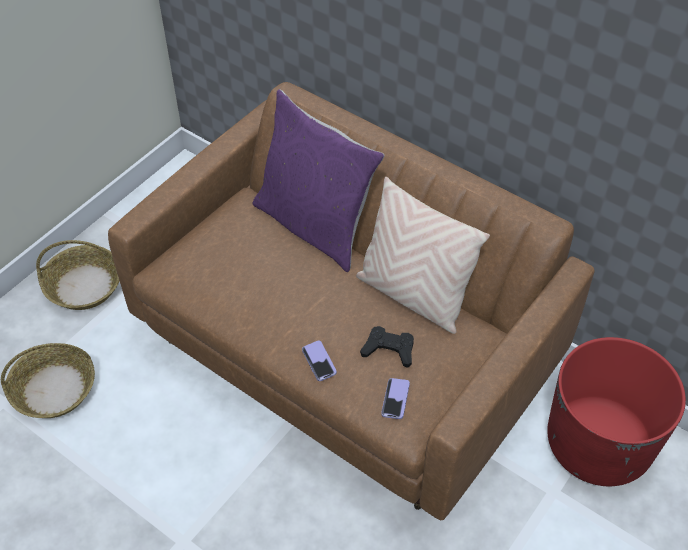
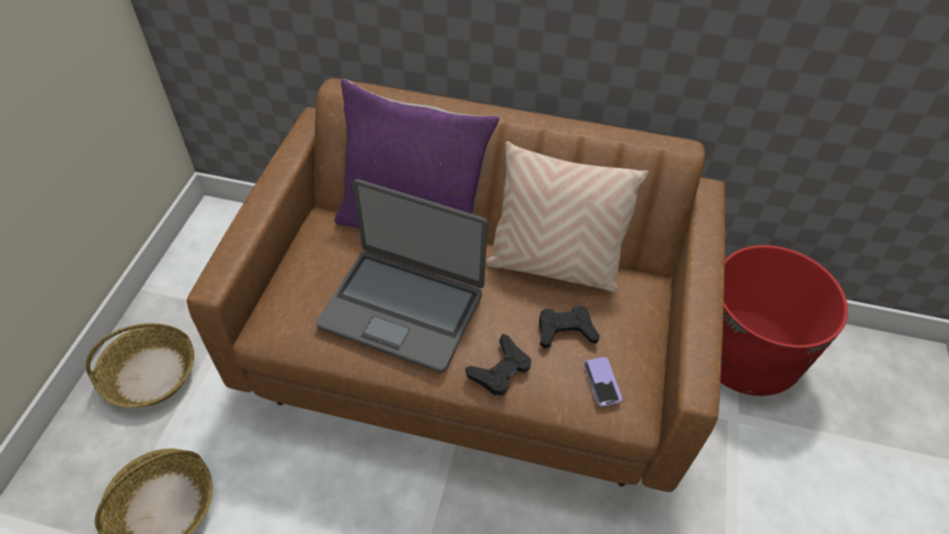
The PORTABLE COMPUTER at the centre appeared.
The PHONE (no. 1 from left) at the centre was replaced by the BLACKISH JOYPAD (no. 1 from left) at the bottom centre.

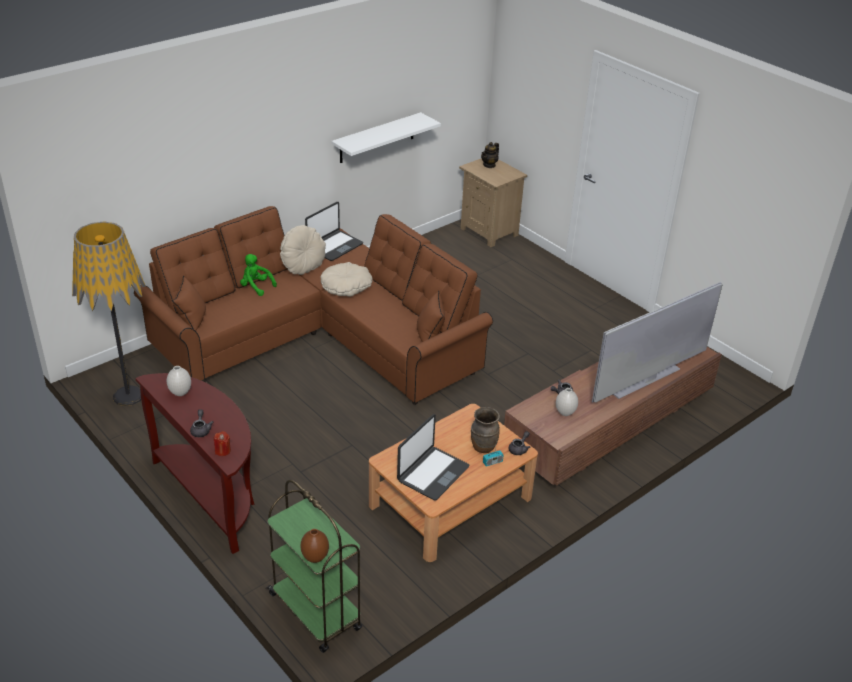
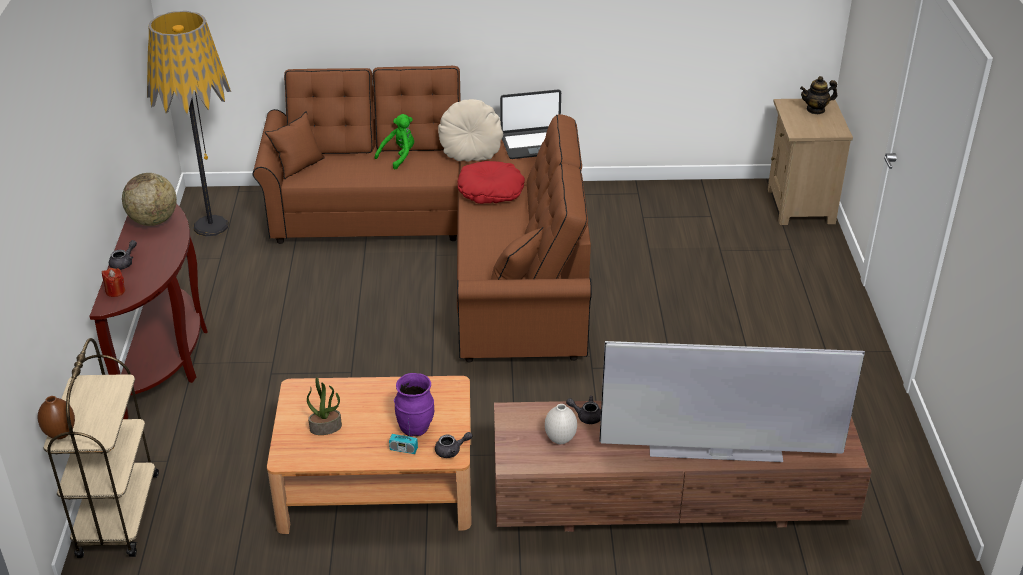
The WHITE-COLOURED WALL SHELF at the top centre disappeared.
The WHITE-COLOURED VASE (no. 1 from left) at the middle left was replaced by the GLOBE at the middle left.
The PORTABLE COMPUTER (no. 2 from left) at the bottom centre was replaced by the HOUSEPLANT at the bottom left.
The GREEN WHEELED CART at the bottom centre became the SAND-COLOURED WHEELED CART at the bottom left.
The SAND-COLOURED CUSHION (no. 2 from left) at the centre became the RED CUSHION at the top centre.
The BROWN VASE (no. 2 from left) at the centre became the PURPLE-COLOURED VASE at the bottom centre.
The GREEN PLUSH TOY at the middle left turned 60 degrees clockwise.

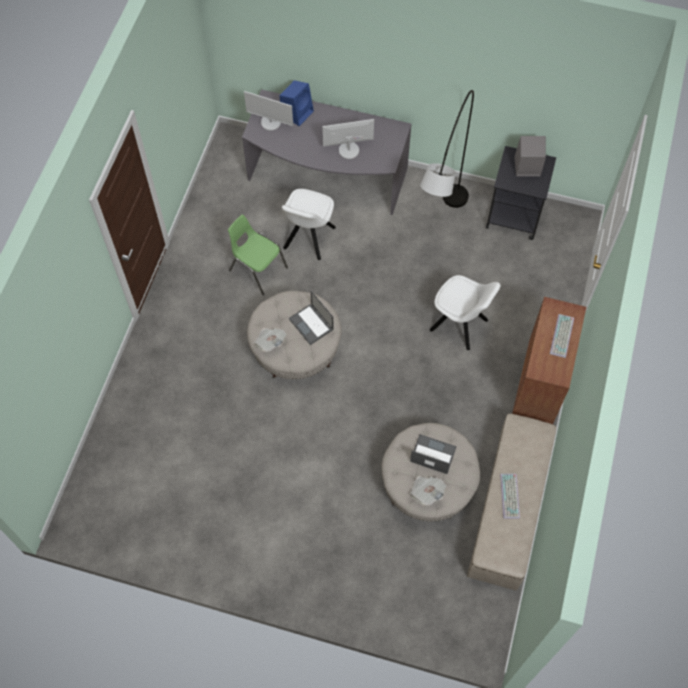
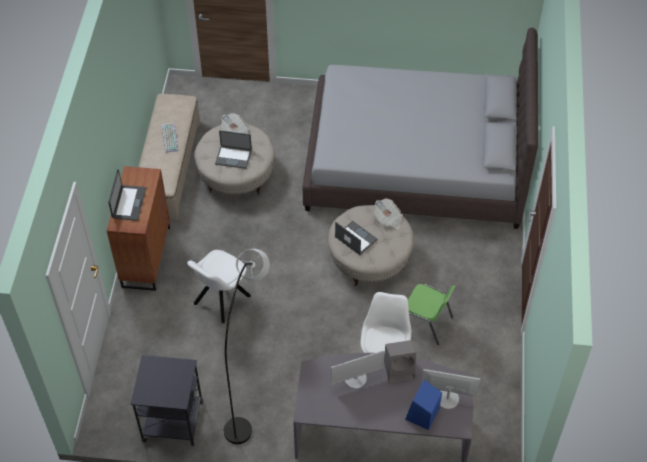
The GREY SLEEPING BED at the top centre appeared.
The GREY SPEAKER moved from the top right to the bottom centre.
The KEYBOARD (no. 2 from left) at the middle right was replaced by the PORTABLE COMPUTER (no. 1 from left) at the middle left.
The WHITE-COLOURED UPRIGHT CHAIR (no. 2 from left in the first image) at the middle right turned 75 degrees counterclockwise.

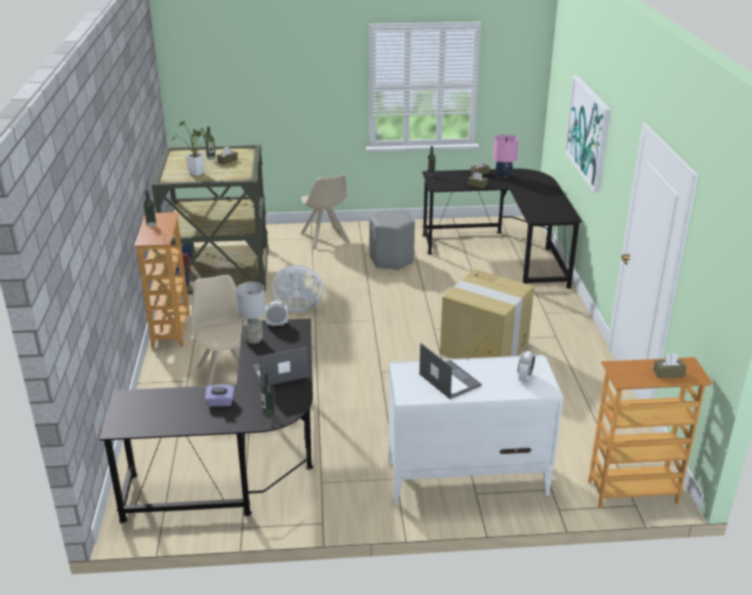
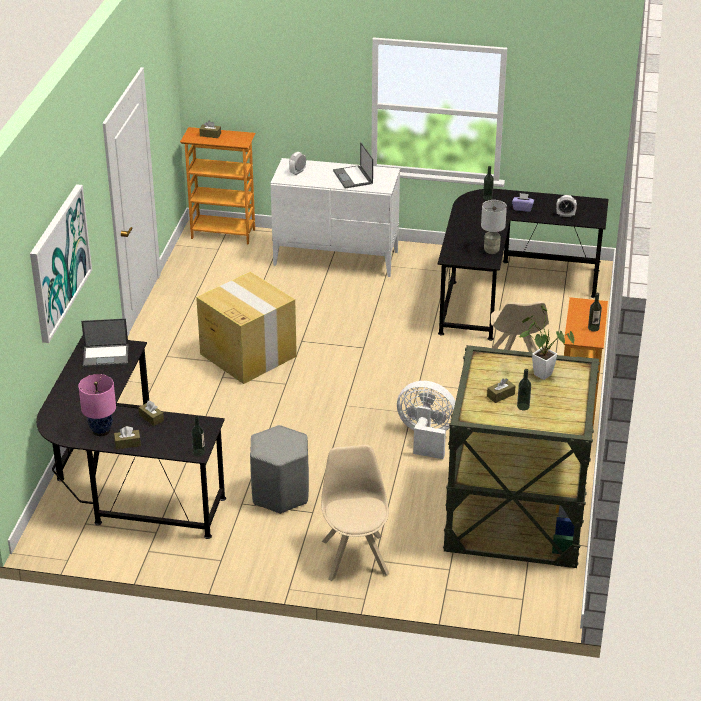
The PORTABLE COMPUTER (no. 1 from left) moved from the centre to the middle left.
The ALARM CLOCK (no. 1 from left in the first image) moved from the centre to the top right.

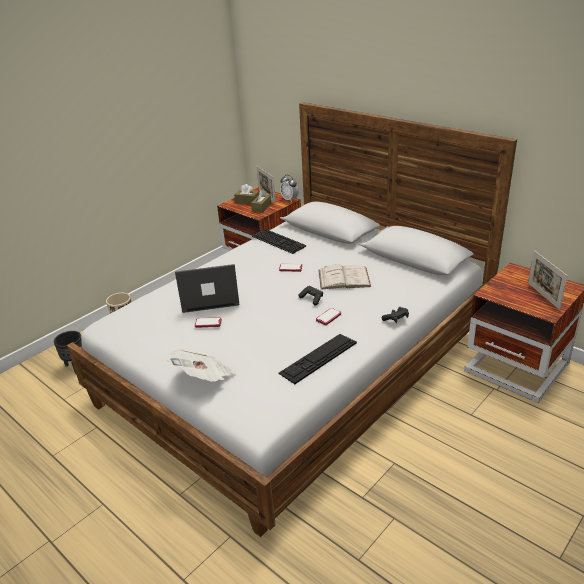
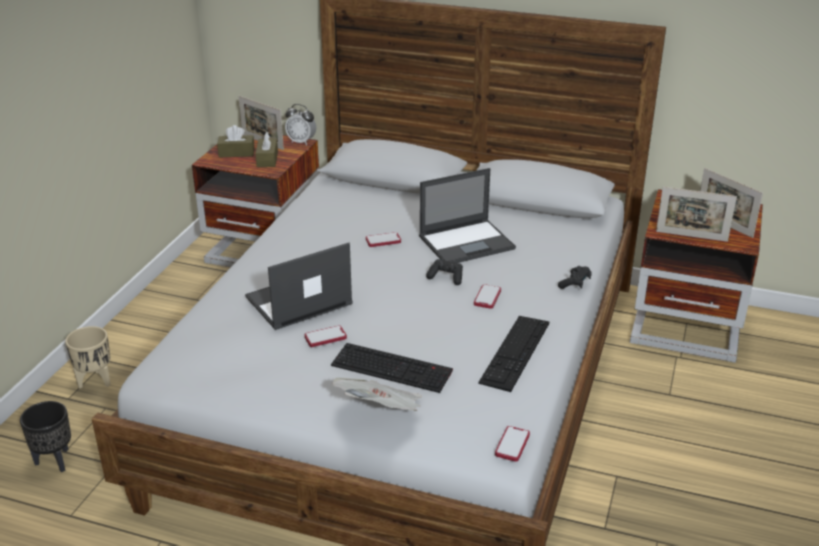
The PHONE (no. 4 from left) at the bottom centre appeared.
The PICTURE FRAME (no. 2 from left) at the middle right appeared.
The KEYBOARD (no. 1 from left) moved from the centre to the bottom centre.
The WHITE-COLOURED VOLUME at the centre was replaced by the PORTABLE COMPUTER (no. 2 from left) at the centre.

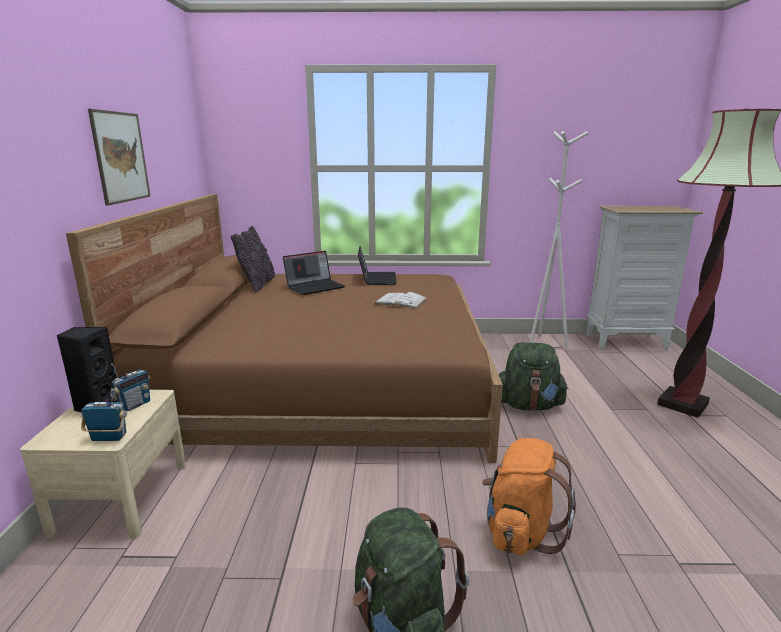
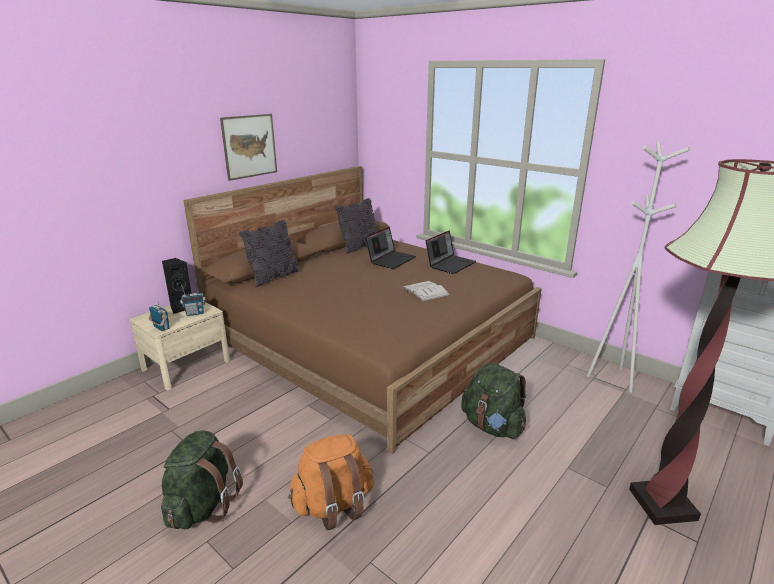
The BLACKISH CUSHION (no. 1 from left) at the centre appeared.
The PORTABLE COMPUTER (no. 1 from left) at the centre turned 60 degrees counterclockwise.

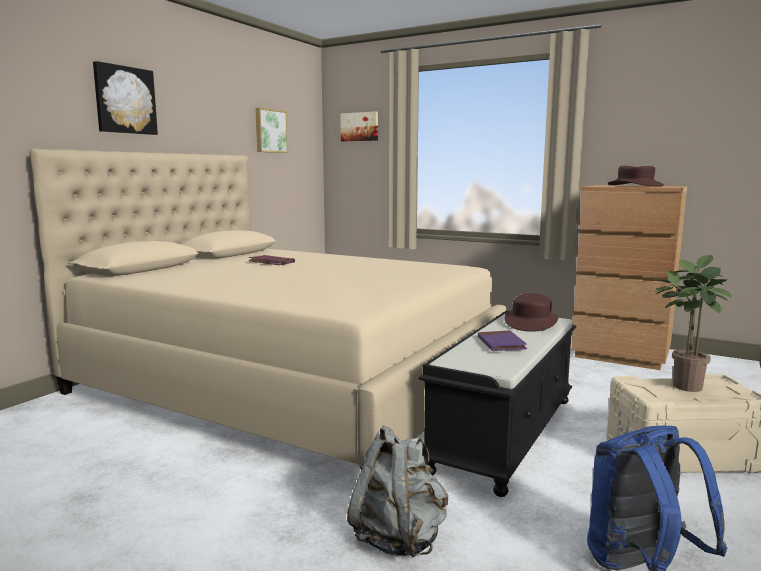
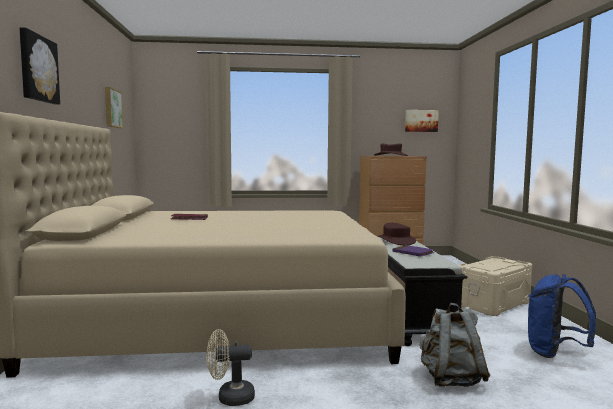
The HOUSEPLANT at the middle right disappeared.
The SAND-COLOURED FAN at the bottom centre appeared.
The PICTURE (no. 3 from left) moved from the top centre to the top right.

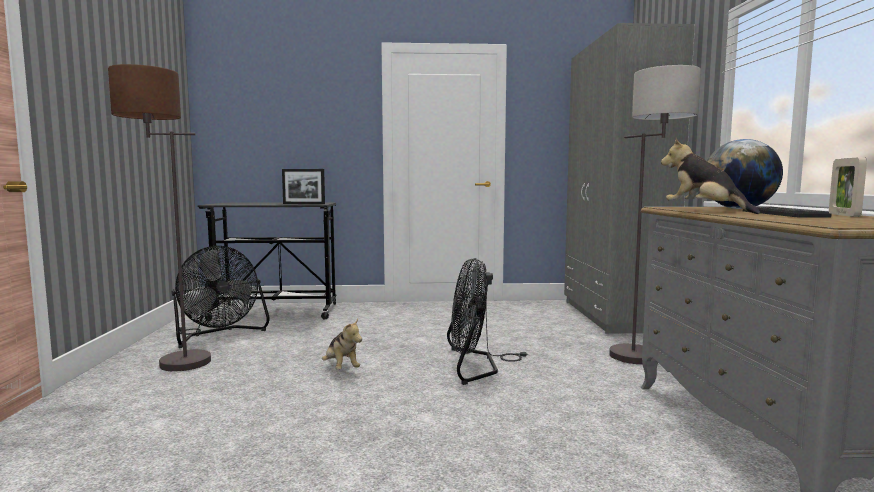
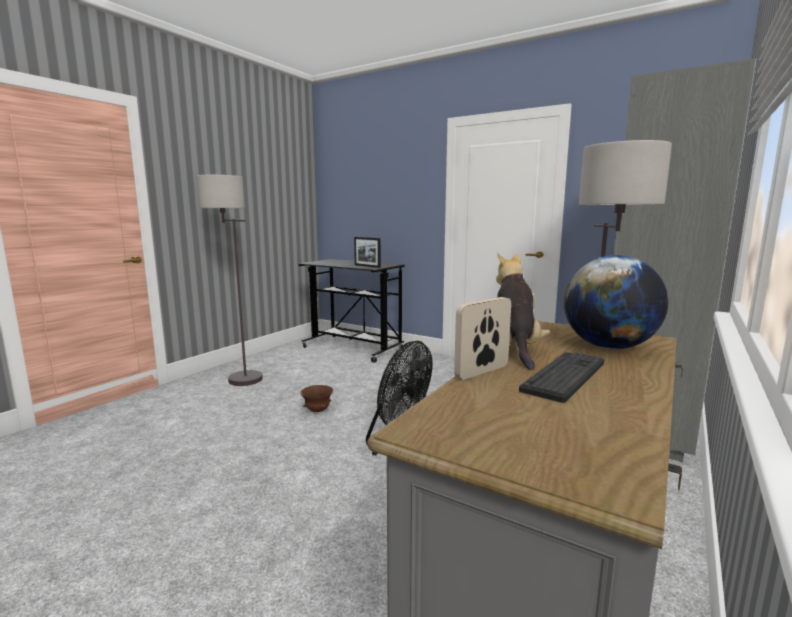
The BLACKISH FAN (no. 1 from left) at the middle left disappeared.
The PICTURE FRAME (no. 2 from left) moved from the middle right to the centre.
The PLUSH TOY (no. 1 from left) at the bottom centre was replaced by the BROWN BOWL at the centre.
The BROWN FLOOR LAMP at the middle left became the GREY FLOOR LAMP (no. 1 from left) at the middle left.

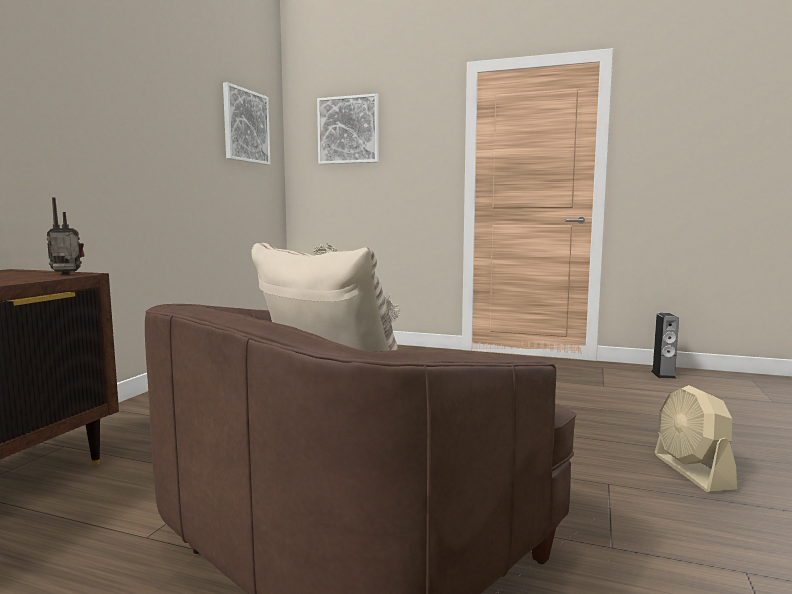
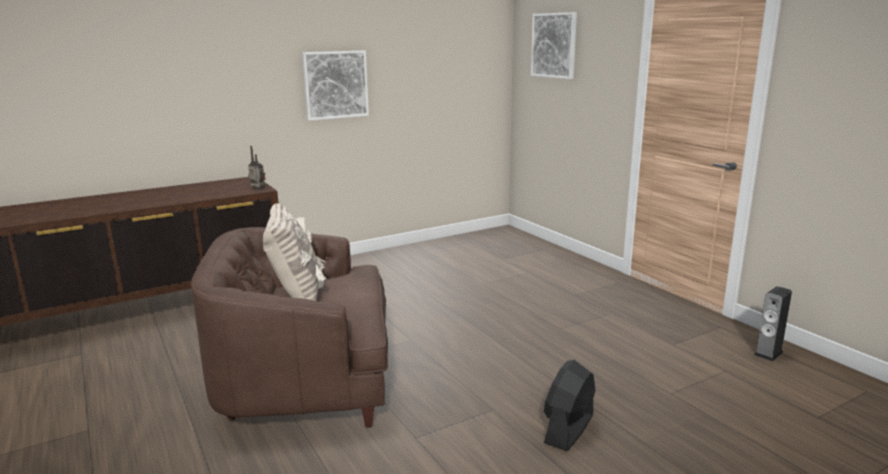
The PICTURE (no. 1 from left) moved from the top left to the top centre.
The SAND-COLOURED FAN at the bottom right became the BLACKISH FAN at the bottom centre.

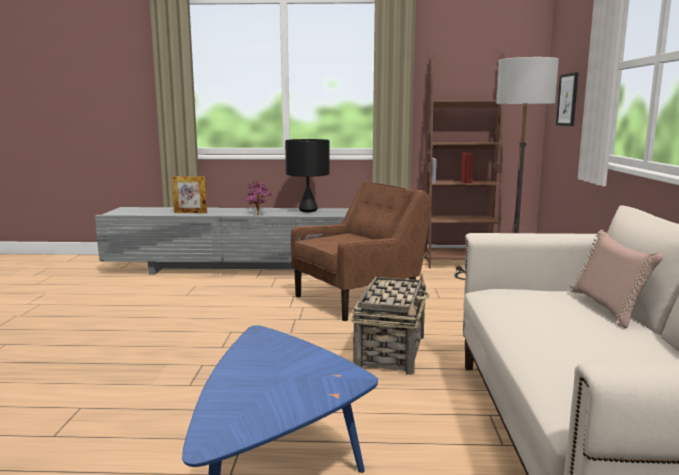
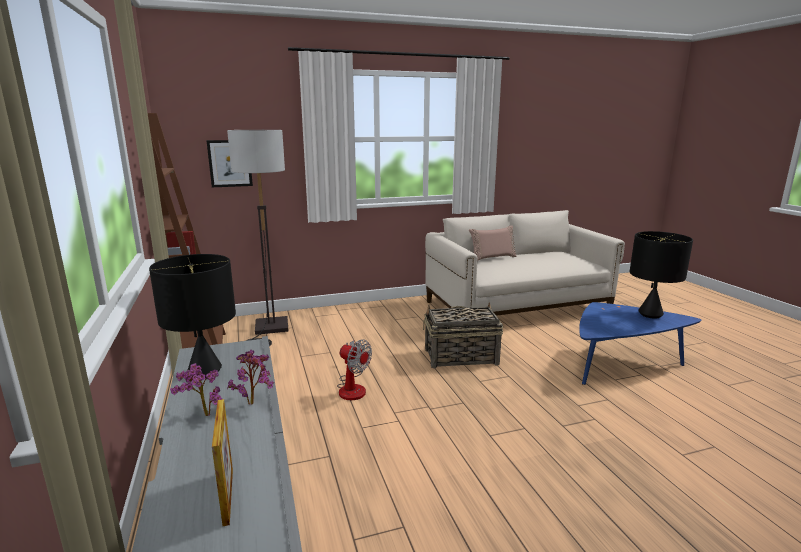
The BLACKISH LAMP FOR A TABLE (no. 2 from left) at the middle right appeared.
The BROWN EASY CHAIR at the centre was replaced by the FAN at the bottom centre.

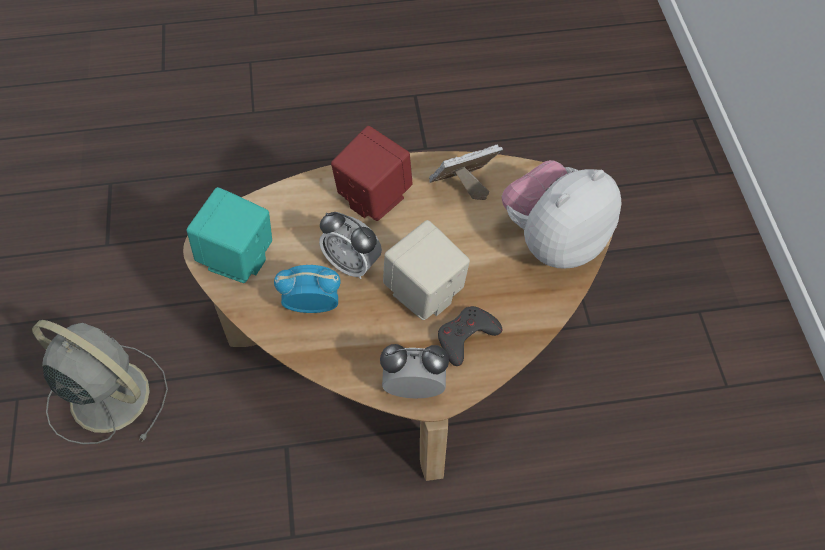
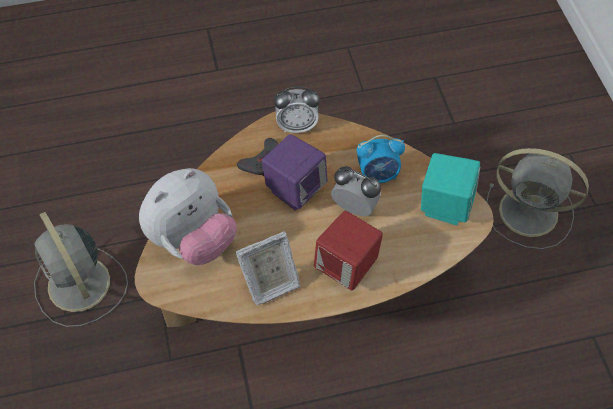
The GREY FAN (no. 1 from left) at the middle left appeared.
The SAND-COLOURED SPEAKER at the centre became the PURPLE-COLOURED SPEAKER at the centre.

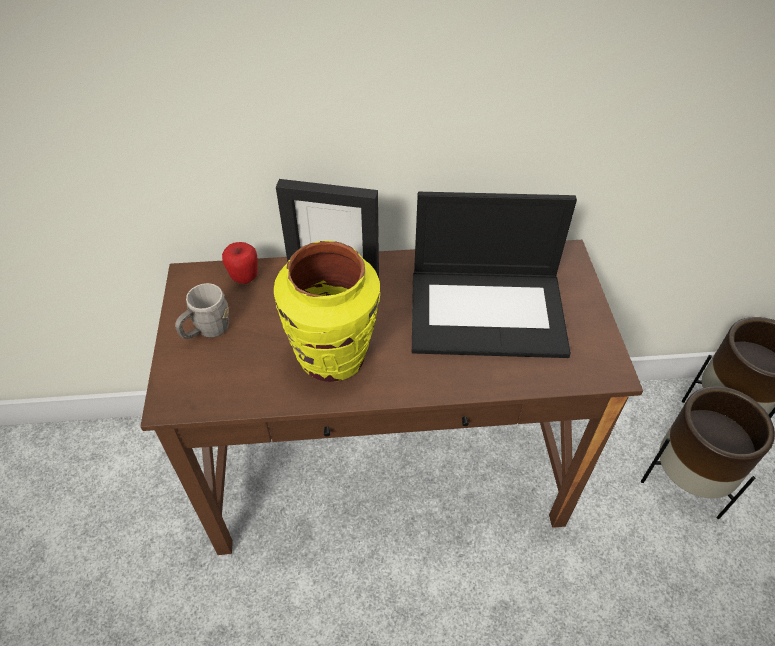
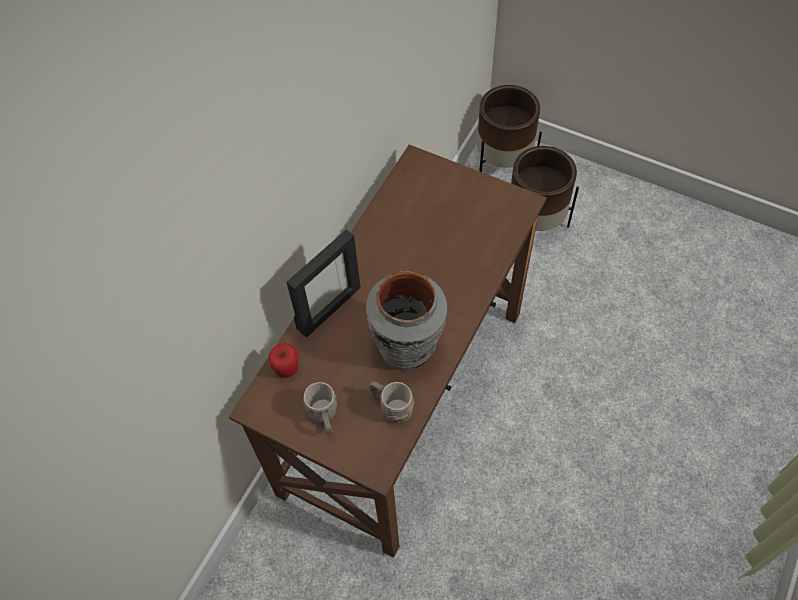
The PORTABLE COMPUTER at the centre disappeared.
The GREY COFFEE MUG (no. 2 from left) at the bottom centre appeared.
The YELLOW VASE at the centre became the GREY VASE at the centre.

